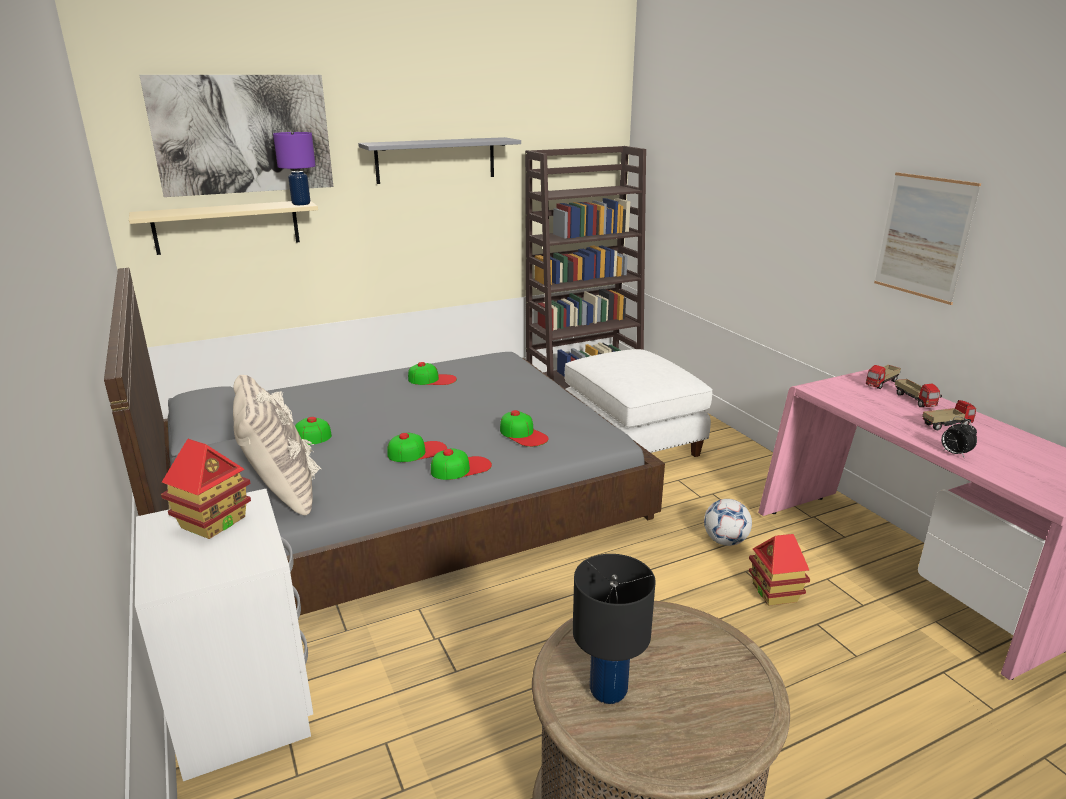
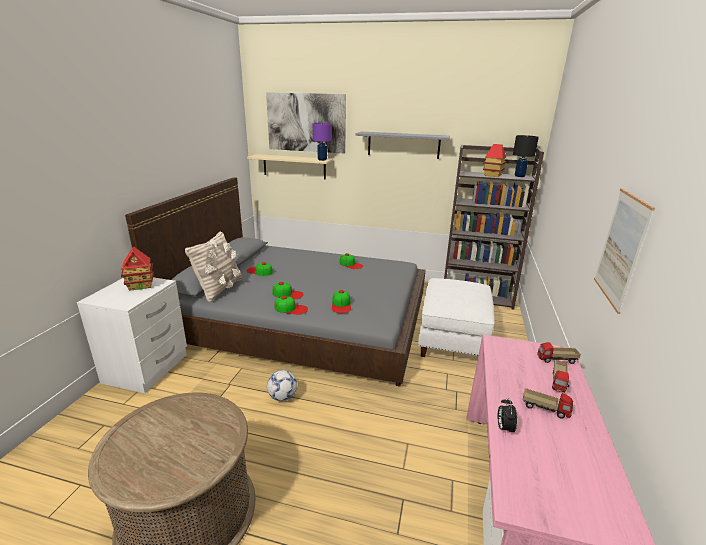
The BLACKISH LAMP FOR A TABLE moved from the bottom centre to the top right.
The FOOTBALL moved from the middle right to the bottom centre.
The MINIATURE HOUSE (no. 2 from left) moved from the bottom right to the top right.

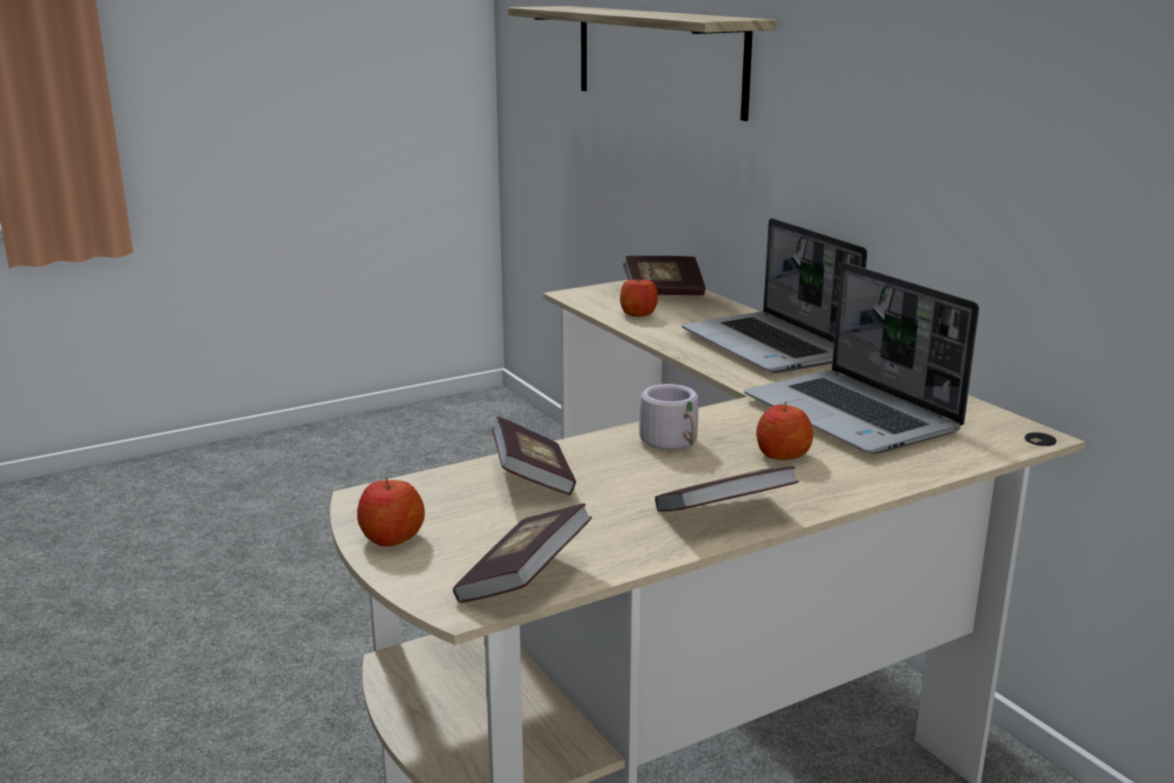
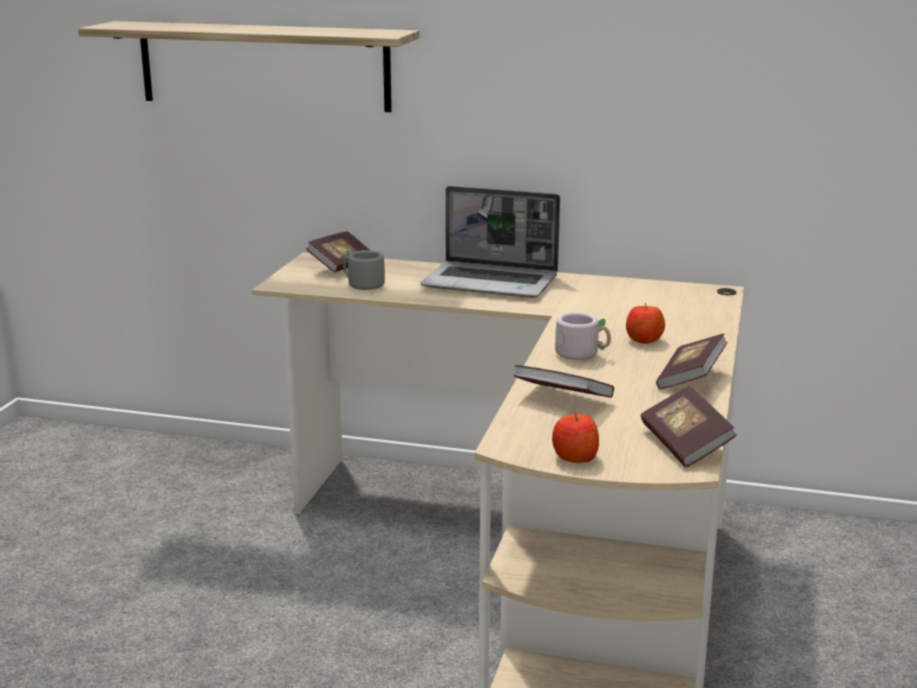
The PORTABLE COMPUTER (no. 2 from left) at the middle right disappeared.
The APPLE (no. 2 from left) at the centre was replaced by the GREY COFFEE MUG (no. 1 from left) at the centre.

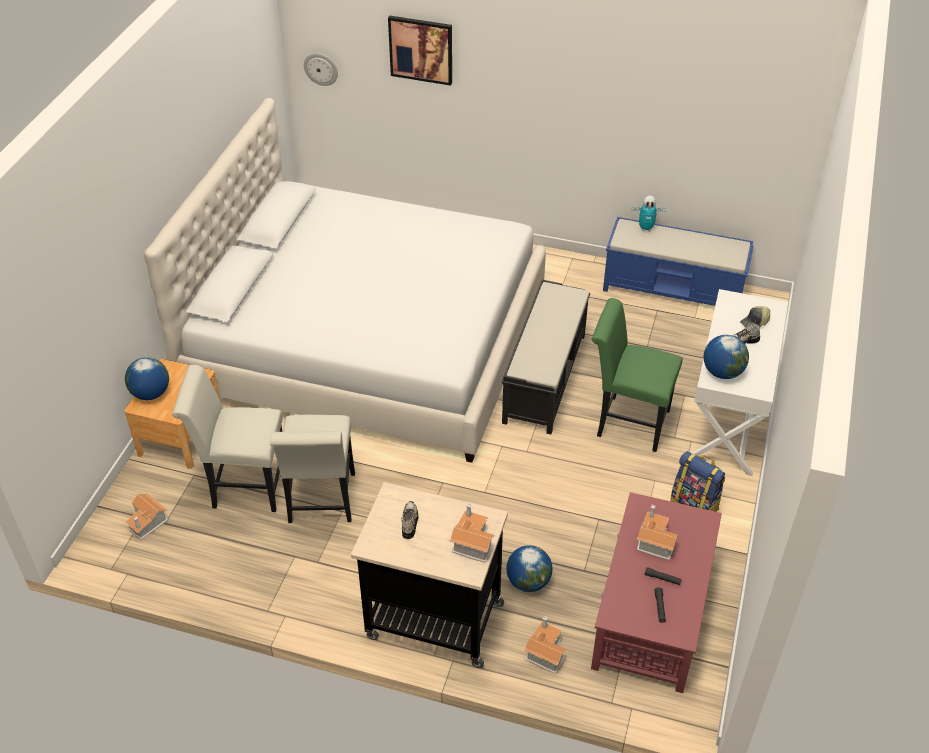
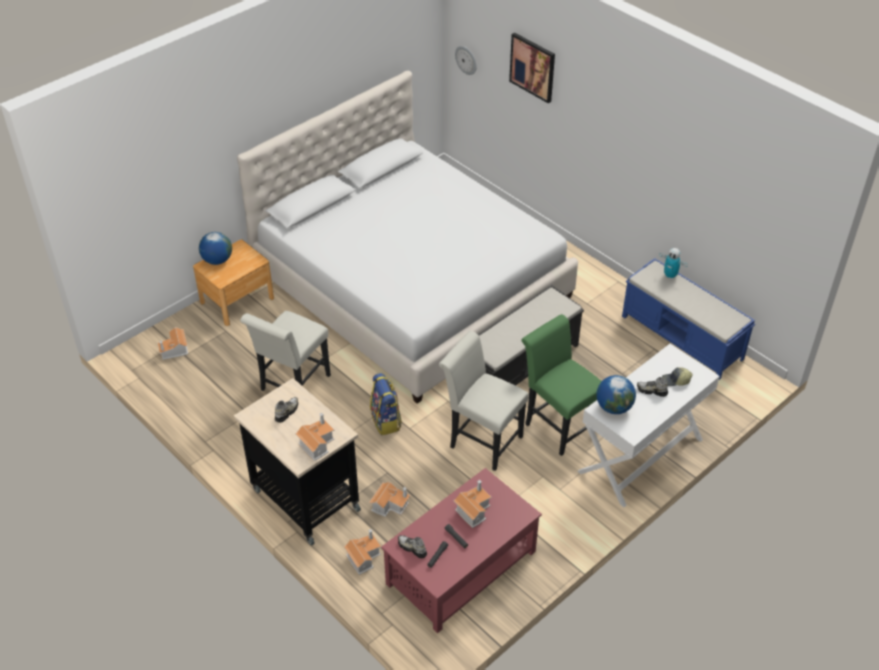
The ITEM OF FOOTWEAR (no. 2 from left) at the bottom centre appeared.
The WHITE-COLOURED UPRIGHT CHAIR (no. 1 from left in the first image) moved from the middle left to the centre.
The BACKPACK moved from the middle right to the centre.
The GLOBE (no. 2 from left) at the bottom centre was replaced by the MINIATURE HOUSE (no. 4 from left) at the bottom centre.

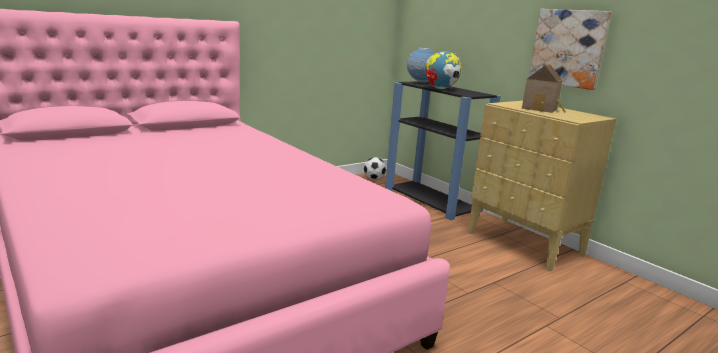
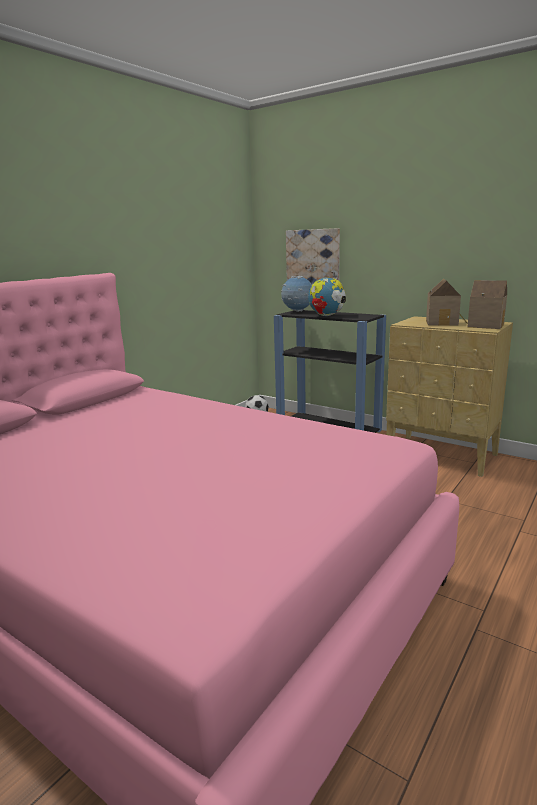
The MINIATURE HOUSE (no. 2 from left) at the middle right appeared.
The PICTURE moved from the top right to the top centre.

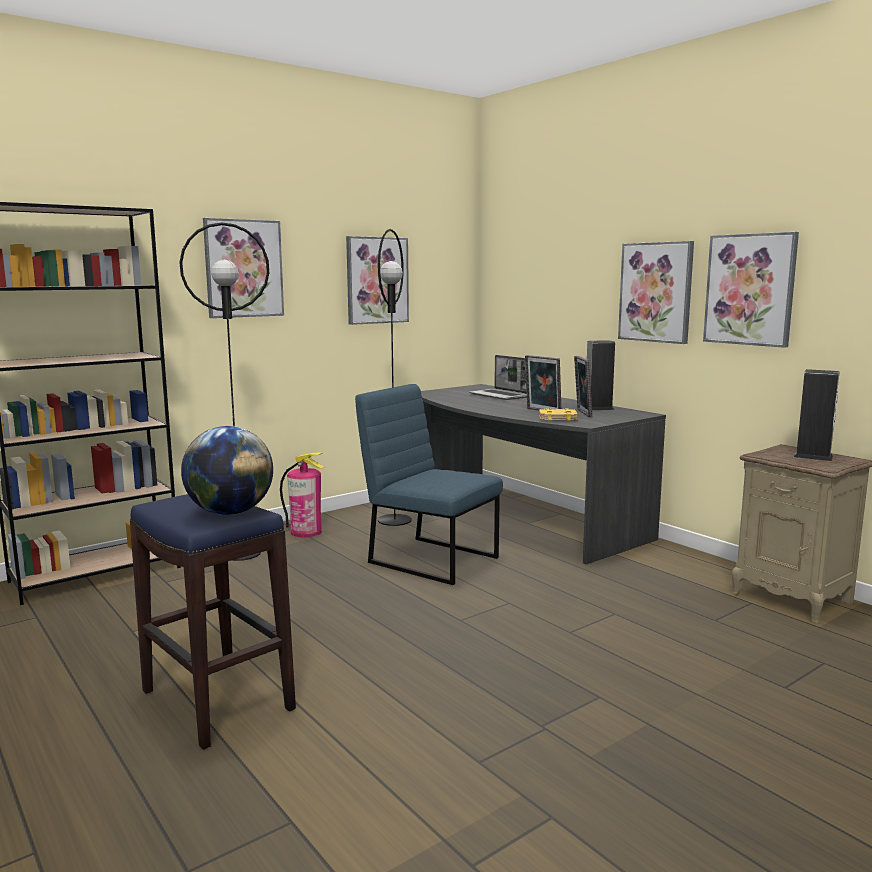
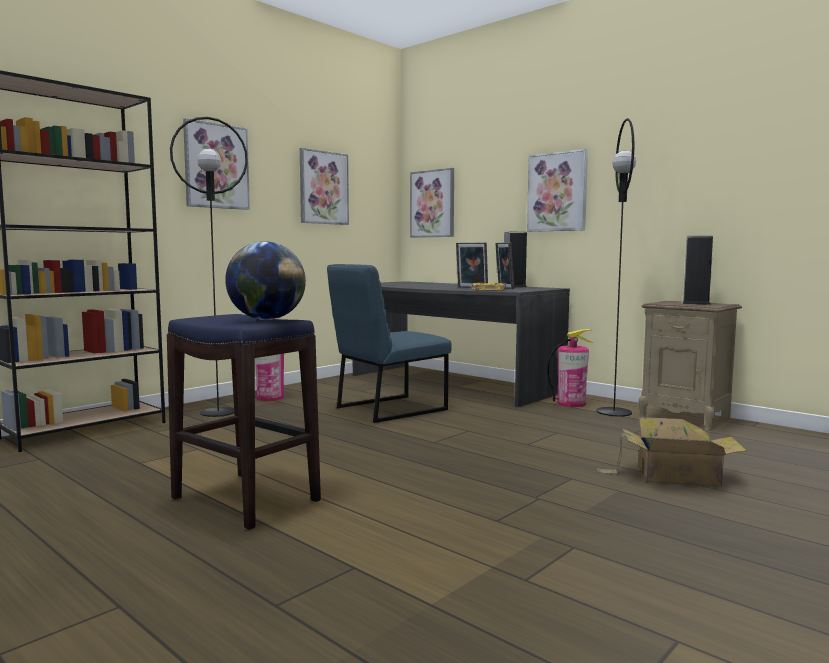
The PORTABLE COMPUTER at the centre disappeared.
The FIRE EXTINGUISHER (no. 2 from left) at the middle right appeared.
The PACKING BOX at the bottom right appeared.
The BLACKISH FLOOR LAMP (no. 2 from left) moved from the centre to the middle right.
The PICTURE (no. 4 from left in the first image) moved from the top right to the top centre.
The BLUISH UPRIGHT CHAIR at the centre turned 60 degrees counterclockwise.

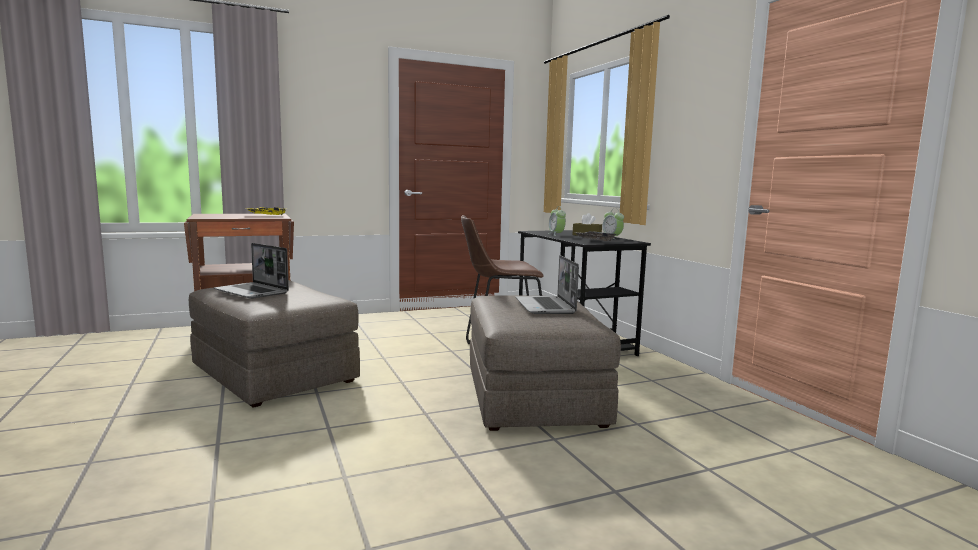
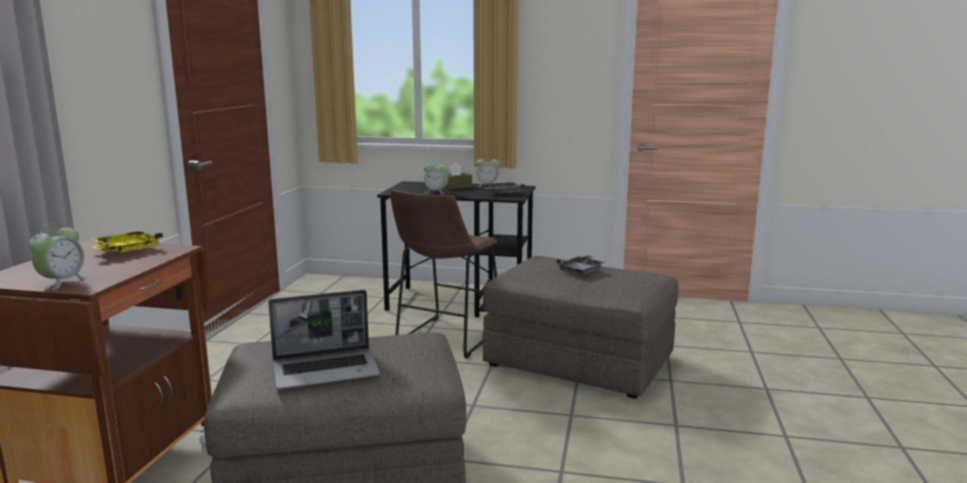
The ALARM CLOCK (no. 1 from left) at the middle left appeared.
The PORTABLE COMPUTER (no. 2 from left) at the centre was replaced by the GREY TRAY (no. 2 from left) at the centre.

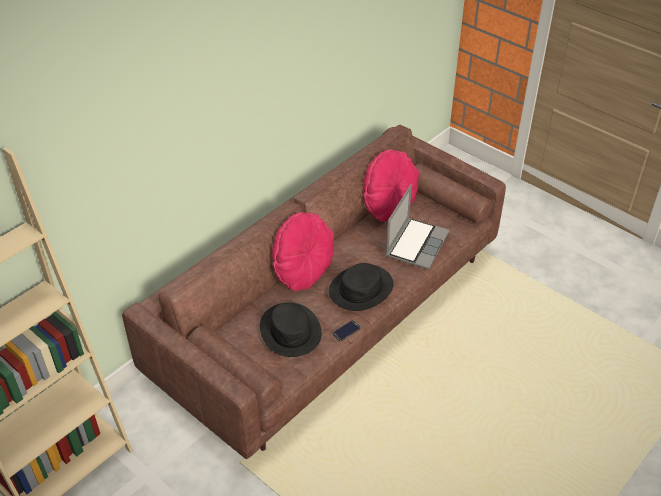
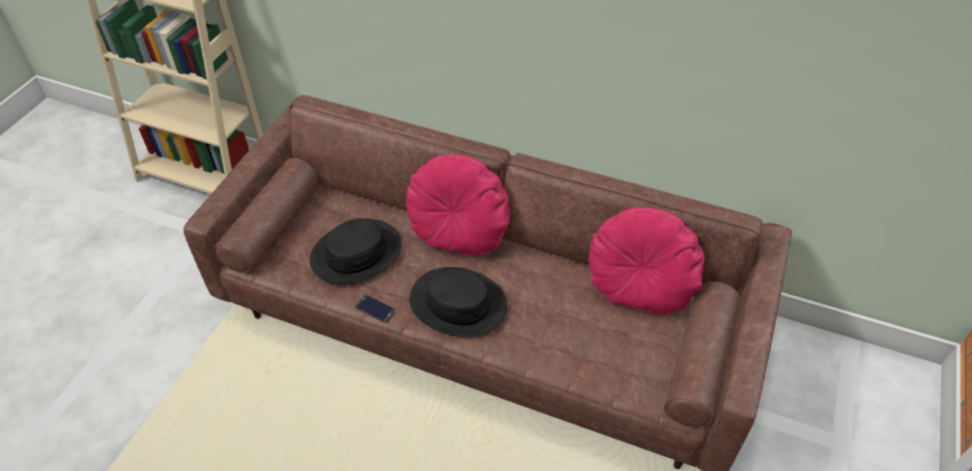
The PORTABLE COMPUTER at the centre disappeared.

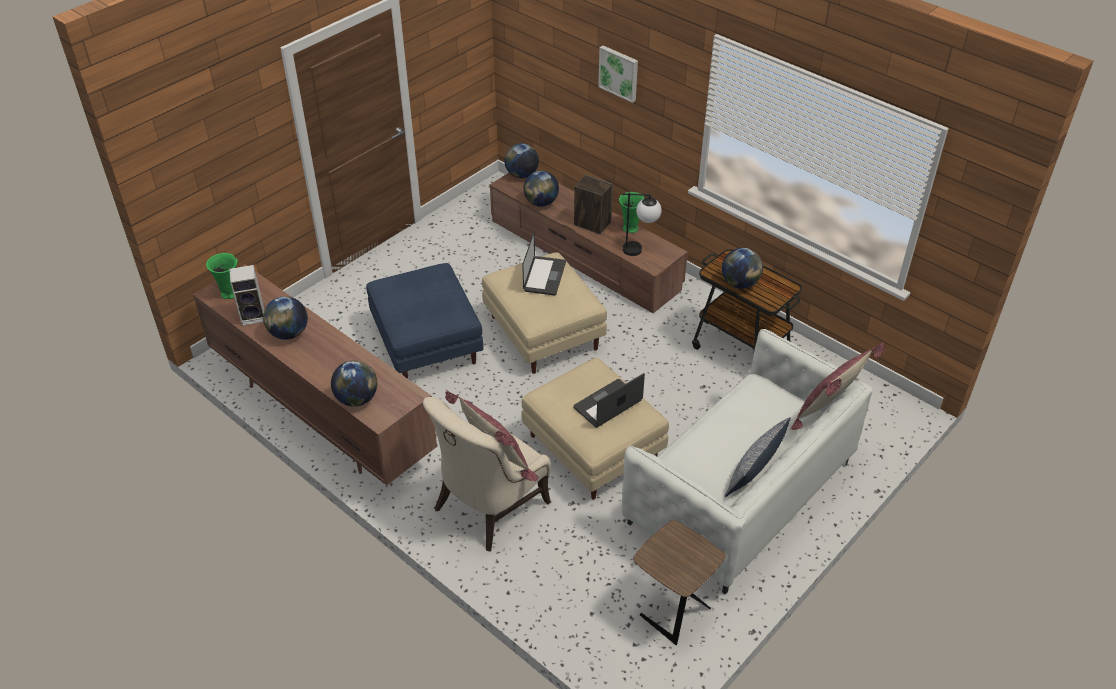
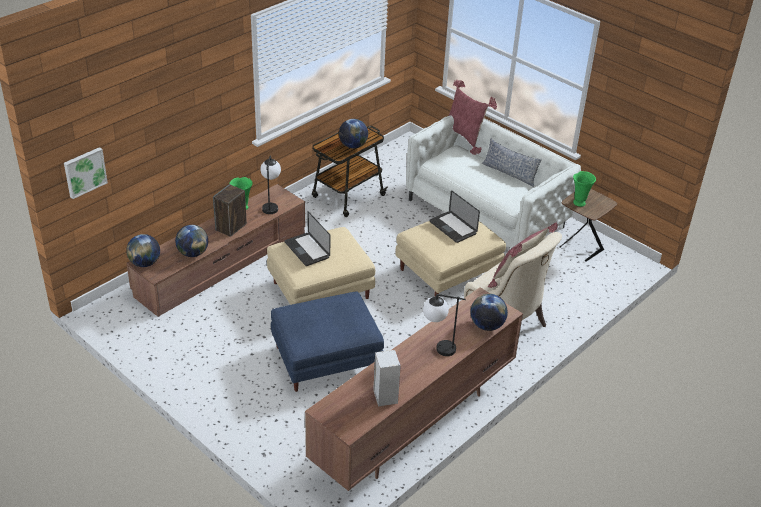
The GLOBE (no. 1 from left) at the middle left disappeared.
The LAMP FOR A TABLE (no. 2 from left) at the centre appeared.
The GREEN VASE (no. 1 from left in the first image) moved from the middle left to the middle right.
The PICTURE moved from the top centre to the middle left.
The PORTABLE COMPUTER (no. 1 from left) at the centre turned 135 degrees counterclockwise.

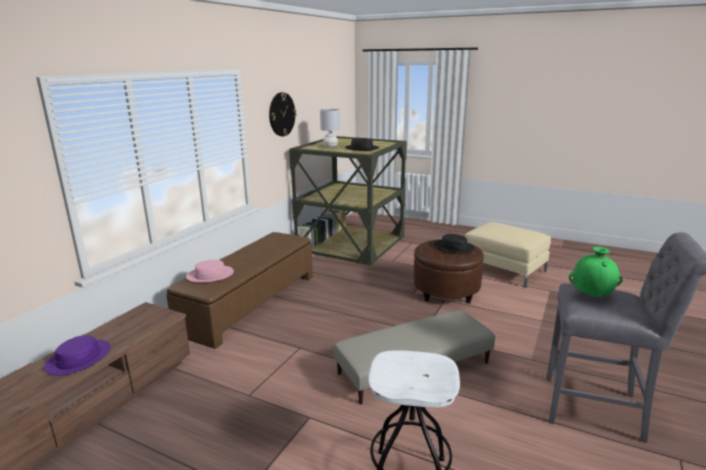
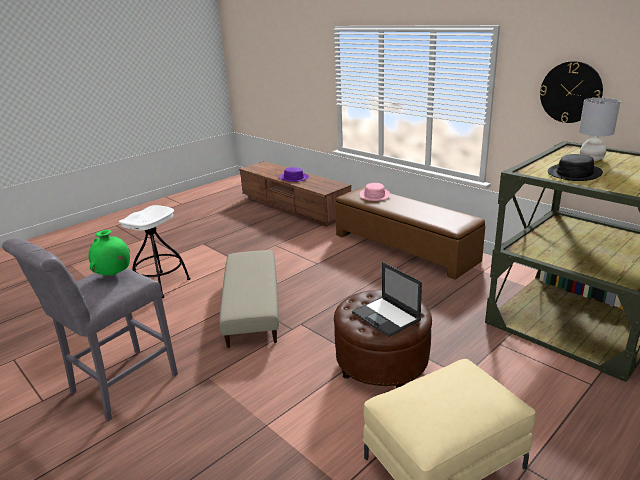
The BLACKISH HAT (no. 2 from left) at the centre was replaced by the PORTABLE COMPUTER at the centre.

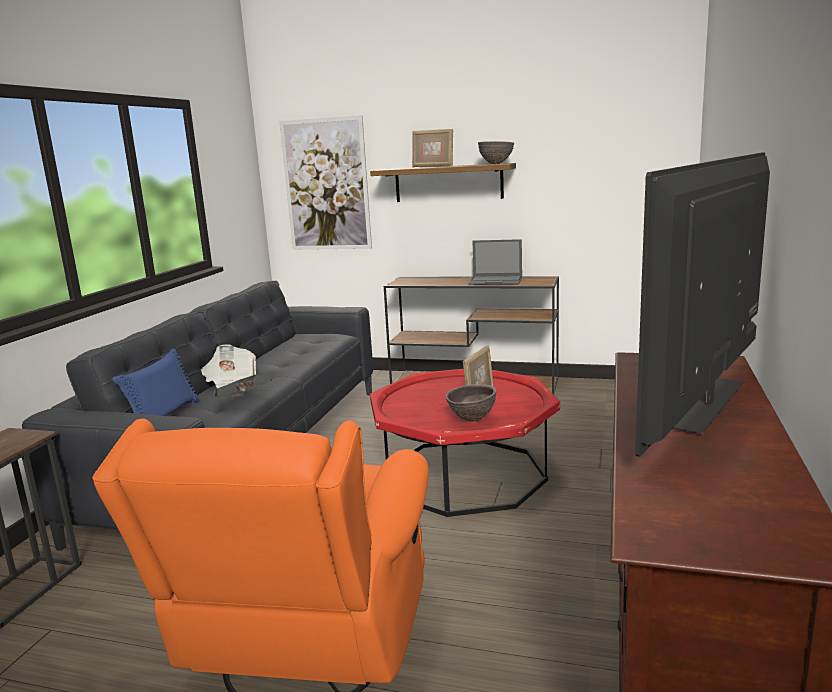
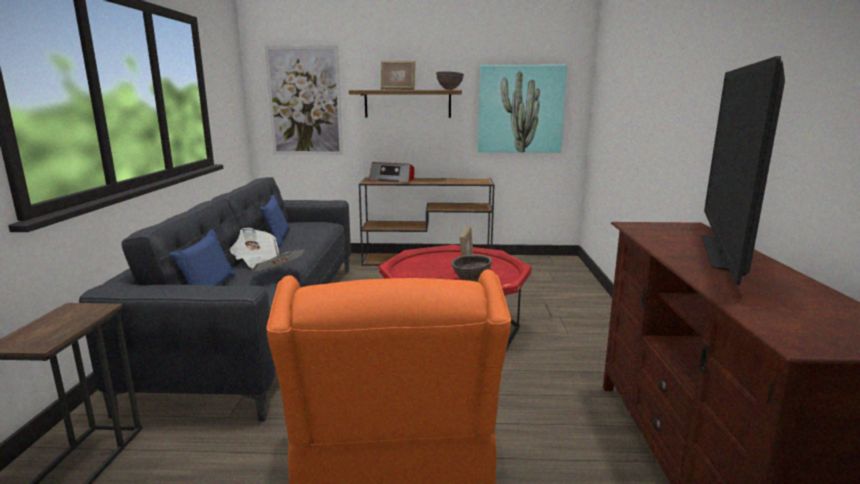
The PORTABLE COMPUTER at the centre disappeared.
The BLUISH CUSHION (no. 2 from left) at the middle left appeared.
The RADIO SET at the centre appeared.
The PICTURE (no. 2 from left) at the top centre appeared.

